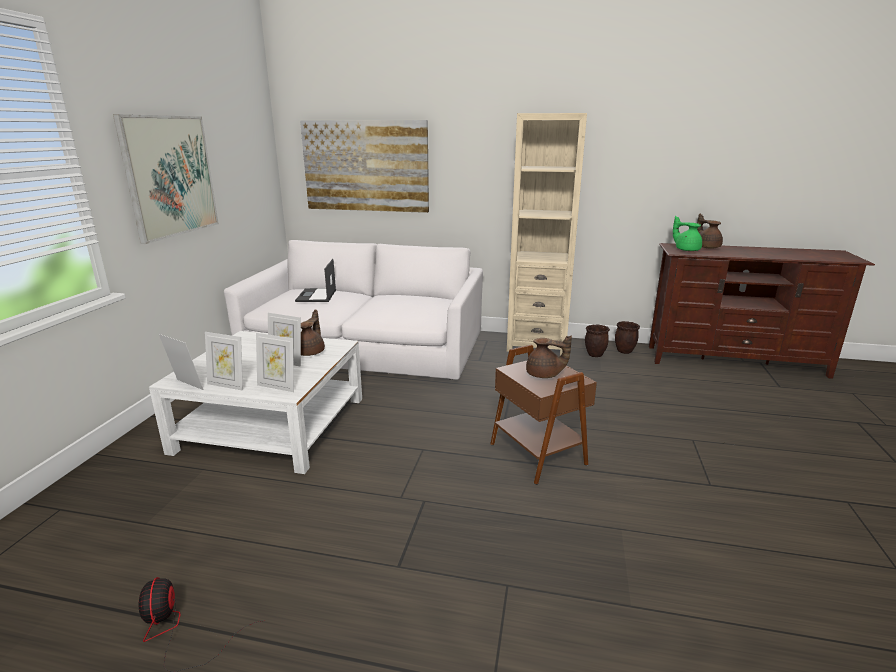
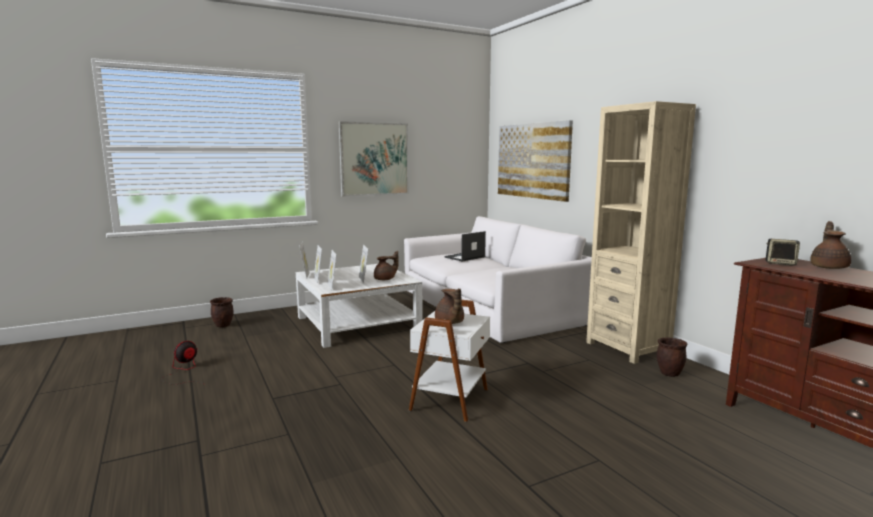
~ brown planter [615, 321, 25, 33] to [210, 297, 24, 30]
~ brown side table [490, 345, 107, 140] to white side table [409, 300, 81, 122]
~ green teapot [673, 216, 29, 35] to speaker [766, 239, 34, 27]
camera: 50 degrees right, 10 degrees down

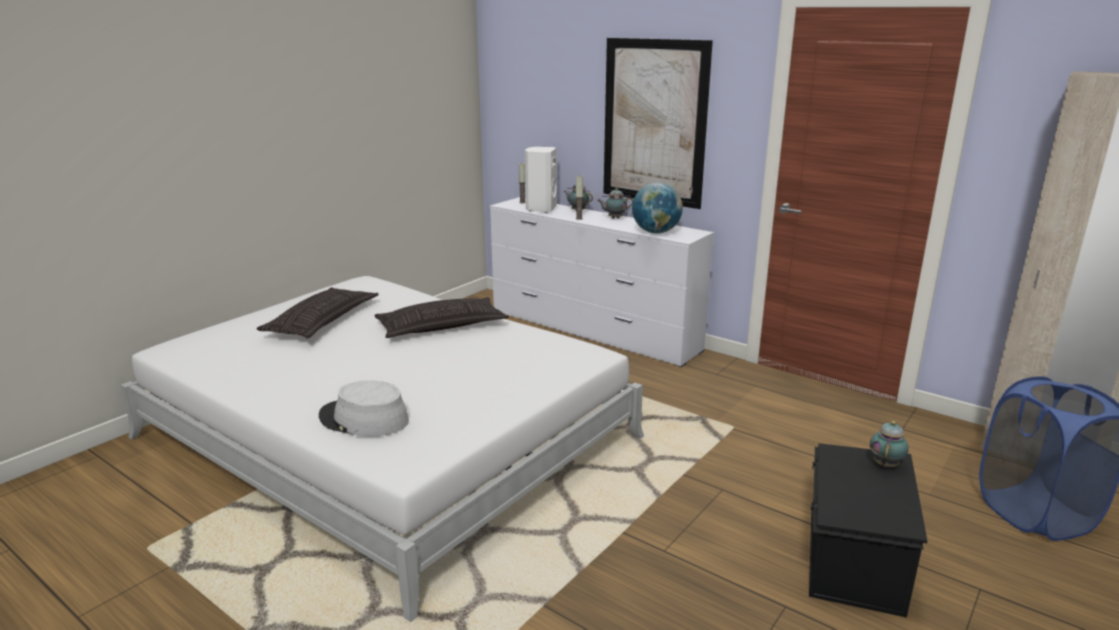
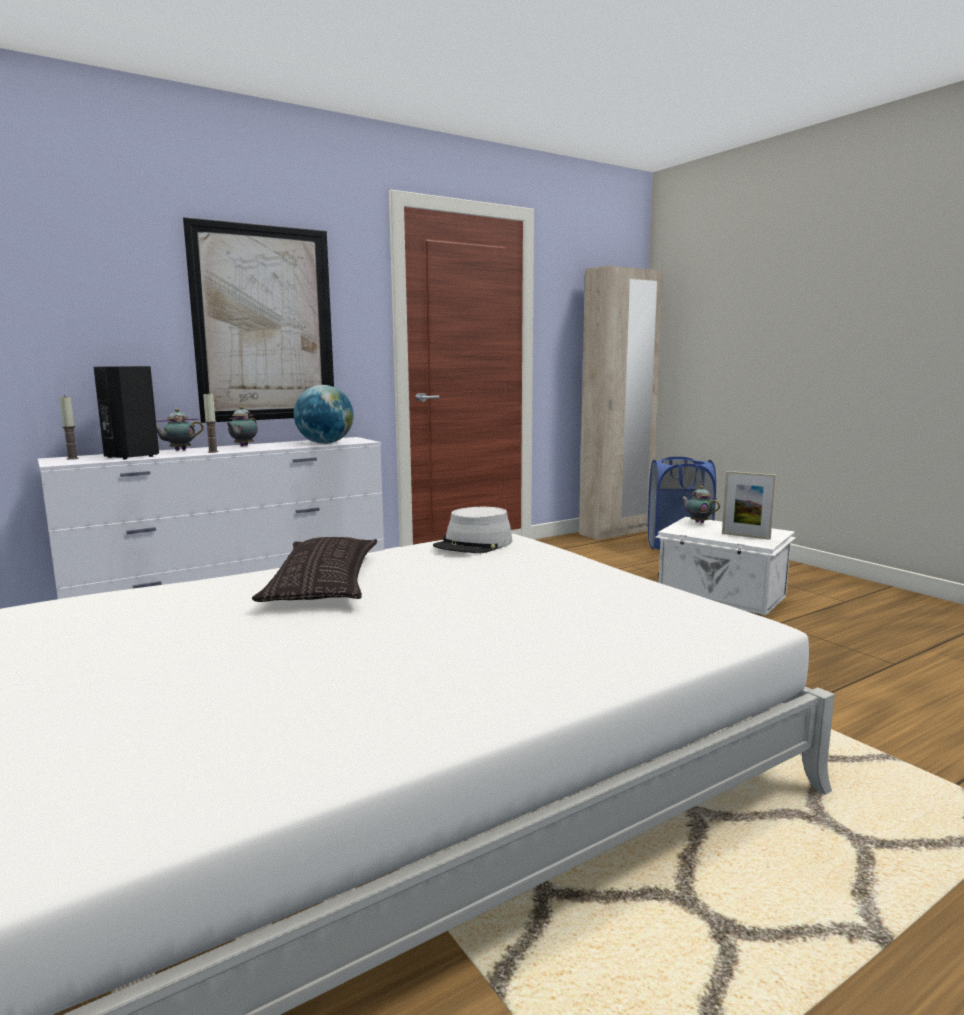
~ white speaker [525, 147, 32, 66] to black speaker [94, 366, 65, 94]
~ grey hat [319, 380, 90, 56] to [433, 507, 80, 46]
~ black storage box [809, 443, 118, 175] to white storage box [655, 517, 141, 98]
+ picture frame [722, 471, 54, 69]
- pillow [256, 287, 122, 52]
camera: 70 degrees left, 10 degrees down

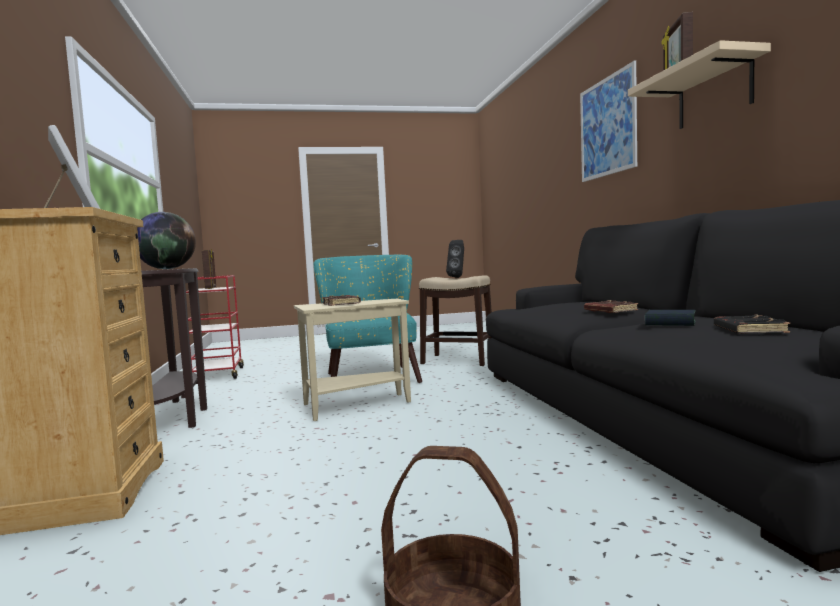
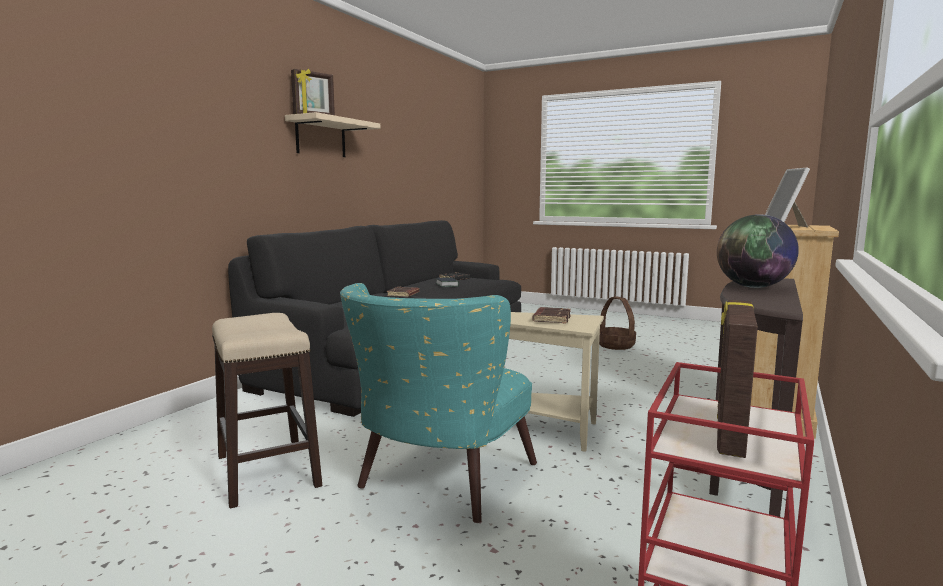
- black speaker [446, 240, 18, 38]
- picture [580, 61, 57, 121]
camera: 140 degrees left, 5 degrees up

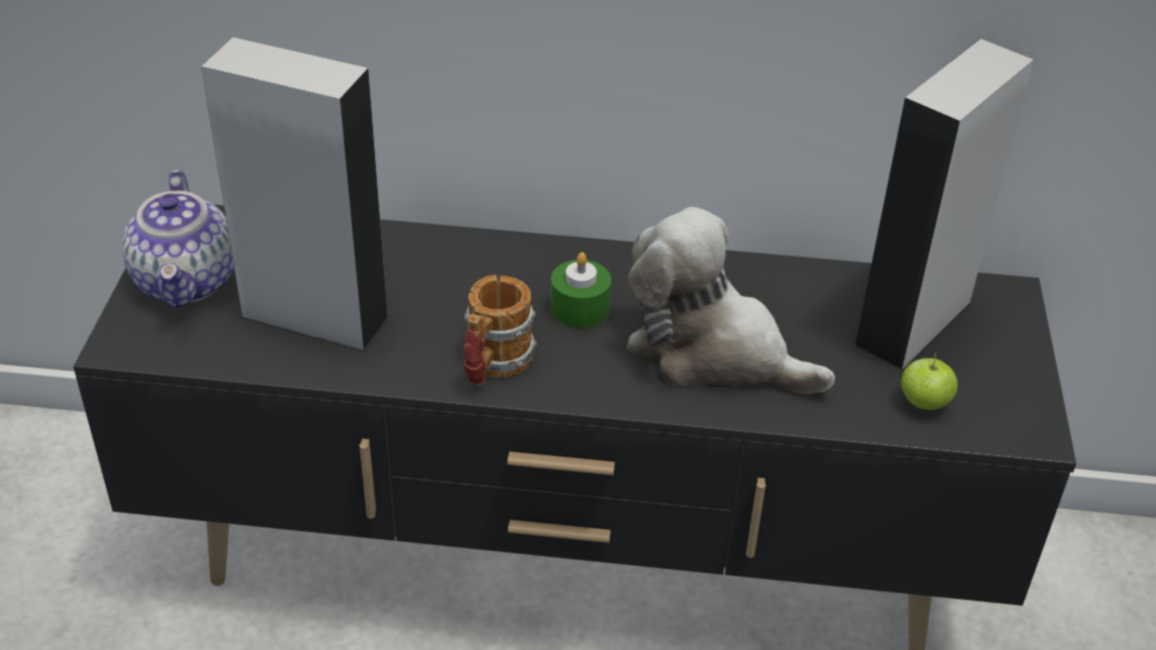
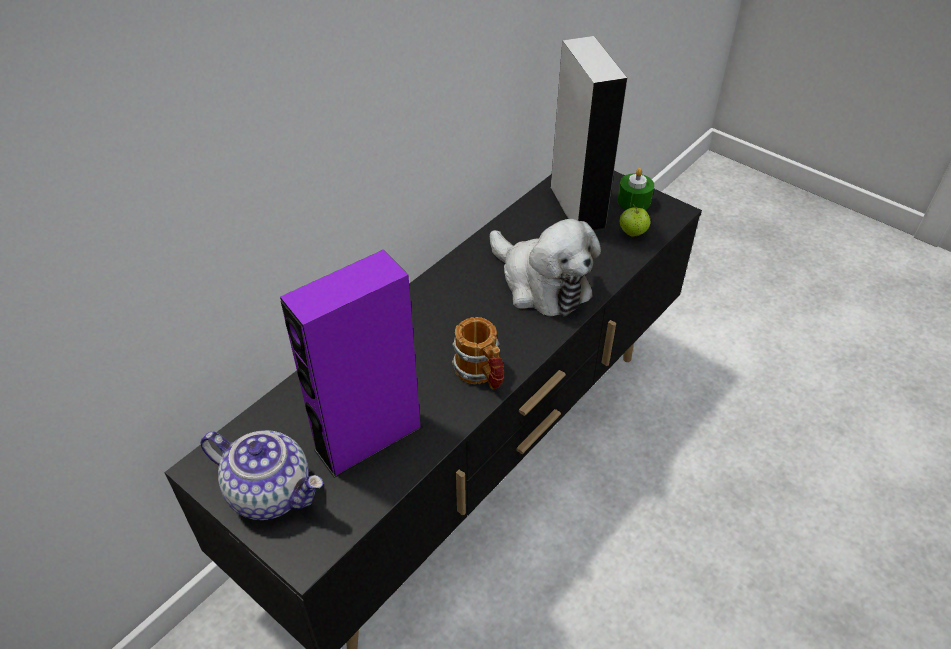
~ grey speaker [201, 37, 190, 316] to purple speaker [280, 249, 143, 229]
~ plush toy [627, 207, 208, 187] = [490, 219, 111, 97] 105 degrees counterclockwise
~ green candle [551, 252, 60, 76] to [617, 168, 37, 42]
camera: 55 degrees left, 5 degrees up

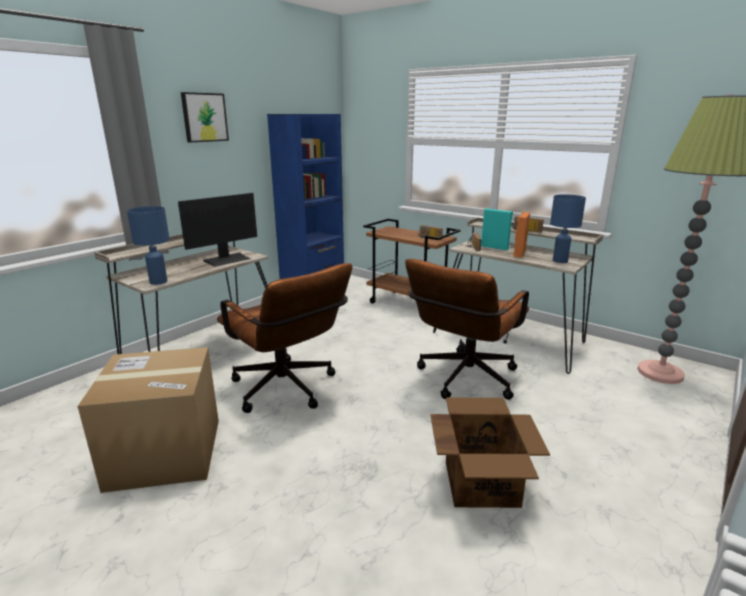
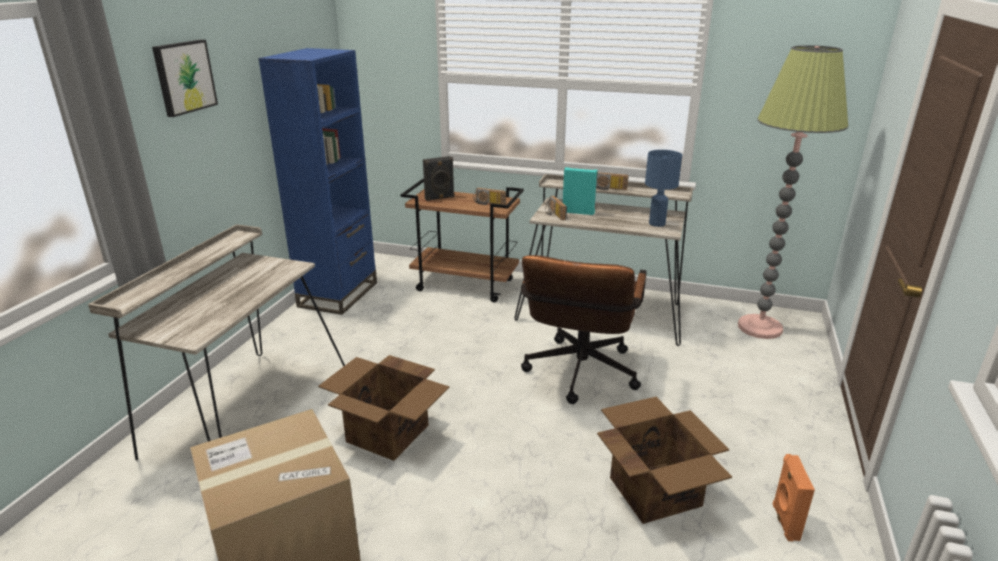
~ brown office chair [217, 263, 135, 150] to cardboard box [318, 355, 131, 106]
+ black speaker [423, 156, 31, 45]
~ orange speaker [514, 212, 16, 45] to [773, 454, 42, 87]
- blue table lamp [127, 206, 43, 79]
- monitor [178, 193, 79, 74]
camera: 20 degrees left, 5 degrees up

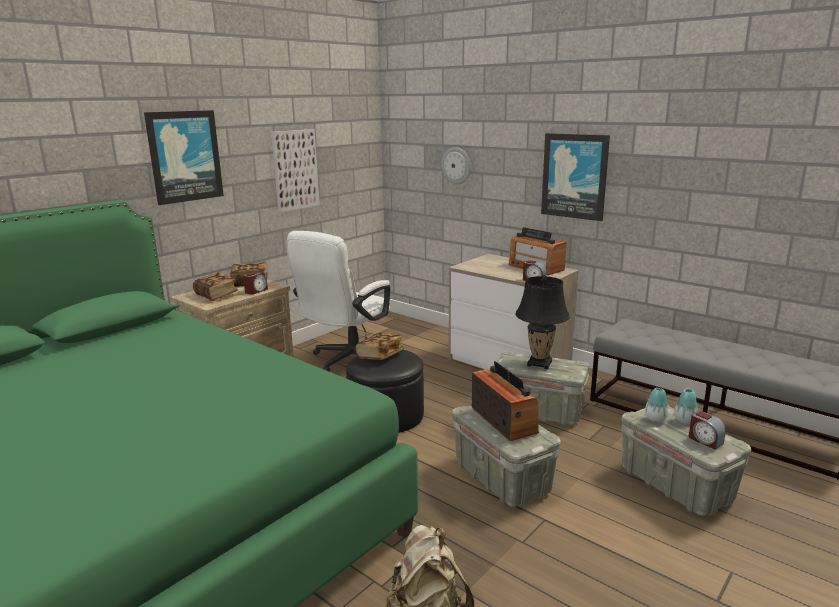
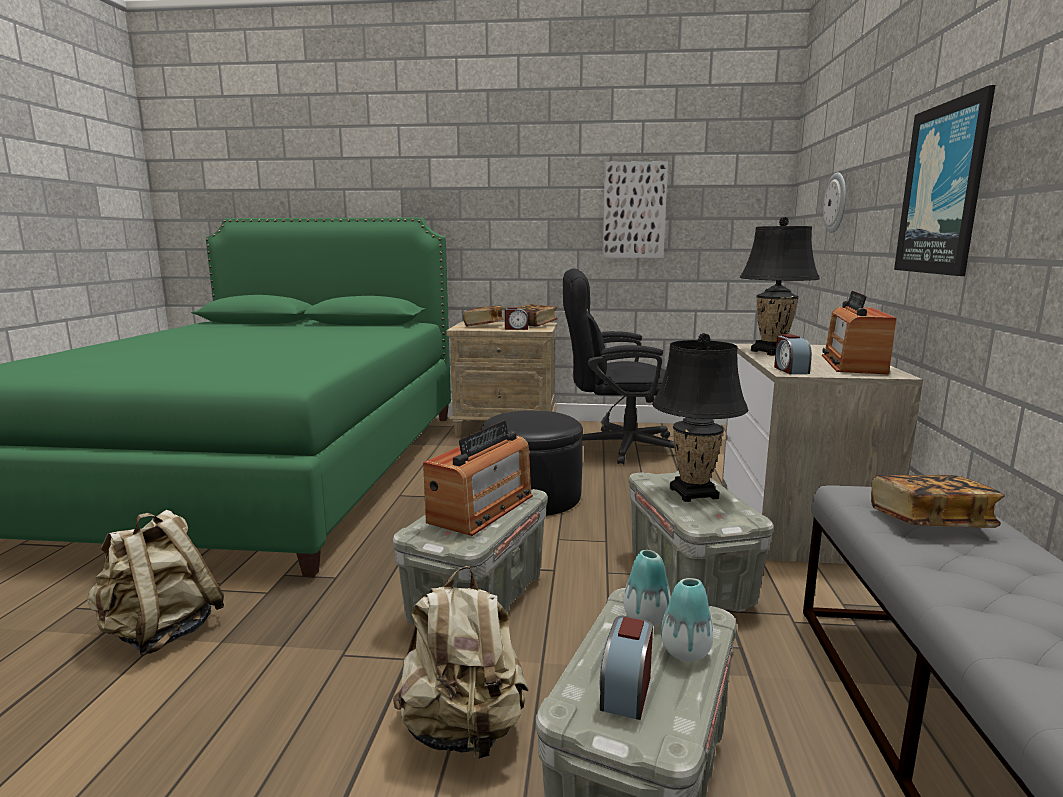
+ beige backpack [393, 566, 135, 196]
~ white office chair [287, 231, 103, 141] to black office chair [563, 268, 111, 196]
+ black table lamp [740, 217, 80, 139]
~ book [356, 332, 48, 28] to [871, 475, 134, 53]
- picture [144, 110, 80, 95]
camera: 55 degrees right, 5 degrees down

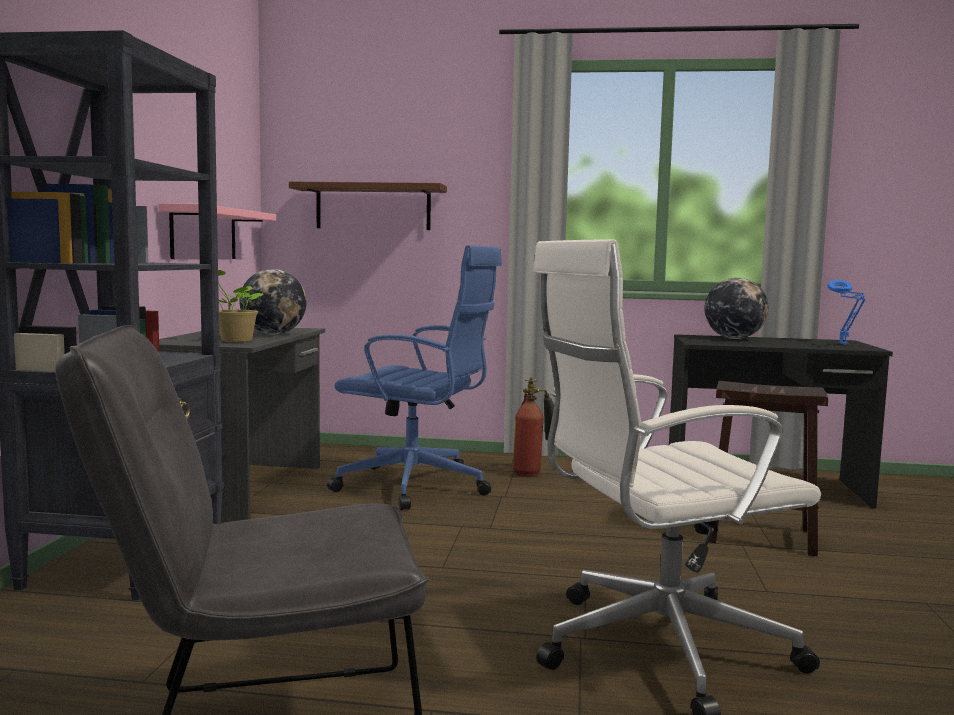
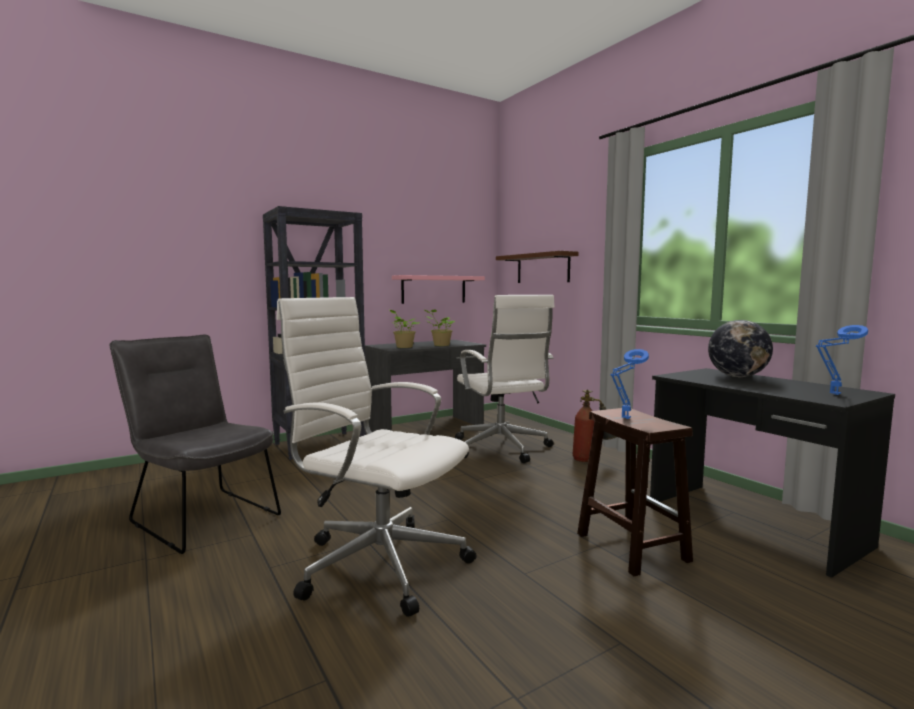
~ globe [239, 269, 67, 65] to potted plant [423, 309, 32, 37]
~ blue office chair [327, 245, 175, 265] to white office chair [455, 295, 100, 168]
+ blue table lamp [610, 349, 39, 70]
camera: 50 degrees right, 0 degrees up

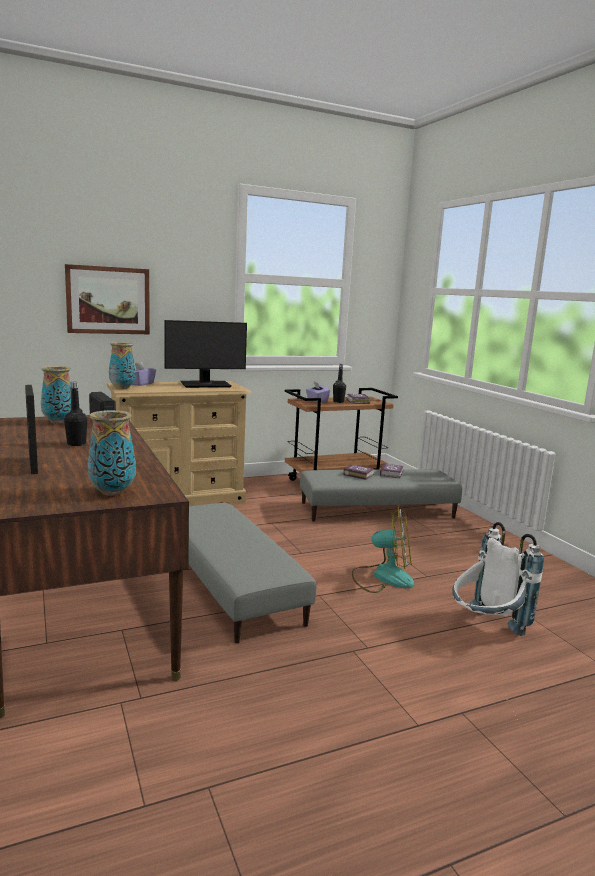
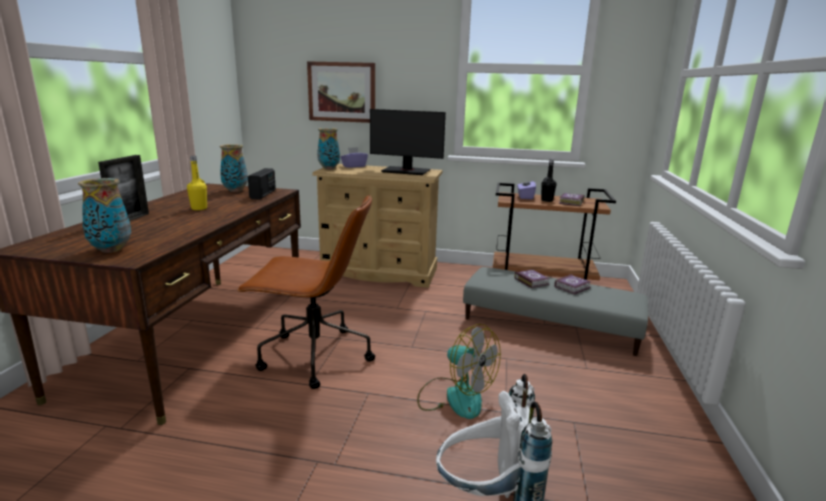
~ black bottle [64, 382, 23, 64] to yellow bottle [187, 156, 20, 54]
~ grey ottoman [188, 503, 129, 140] to brown office chair [237, 194, 138, 195]
camera: 35 degrees right, 5 degrees up

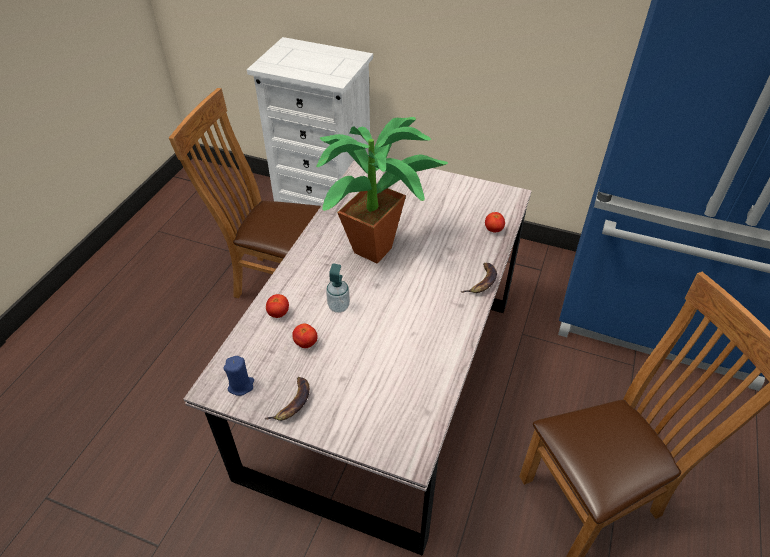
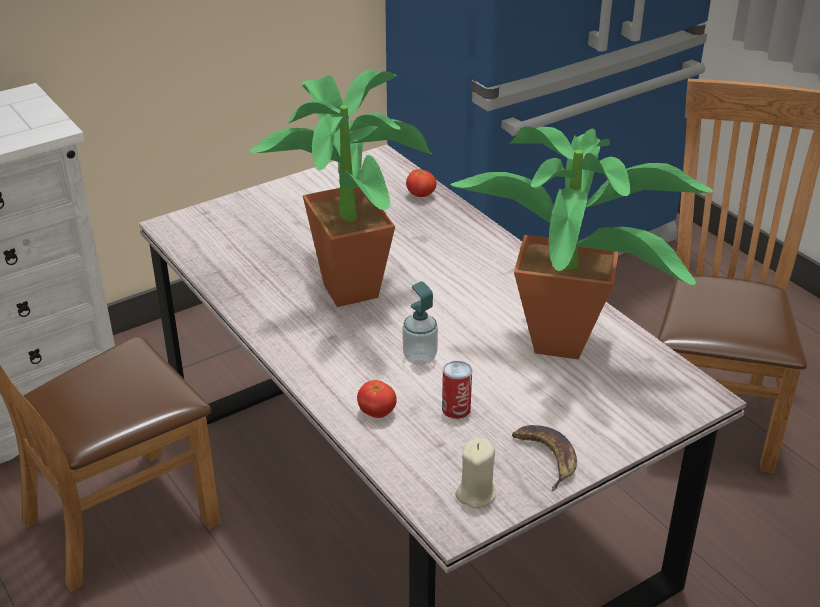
~ tomato [292, 323, 26, 25] to can [442, 361, 30, 58]
+ potted plant [450, 127, 263, 233]
~ blue candle [224, 356, 30, 40] to beige candle [455, 438, 41, 71]
- banana [460, 263, 37, 30]
camera: 55 degrees left, 10 degrees down

